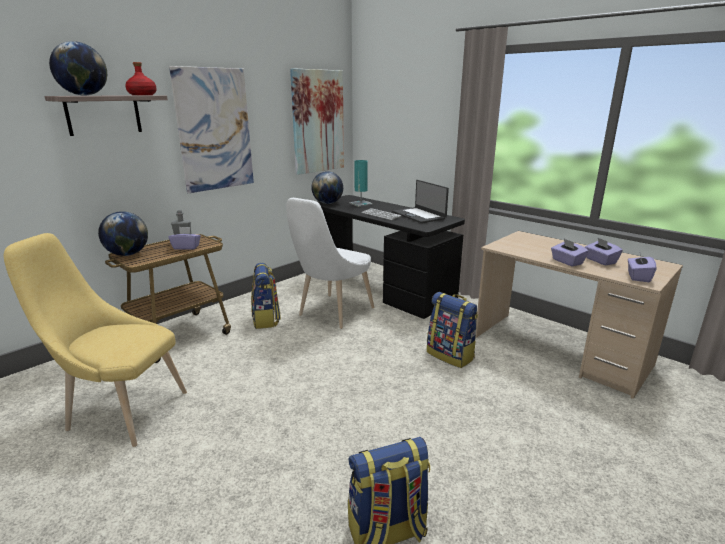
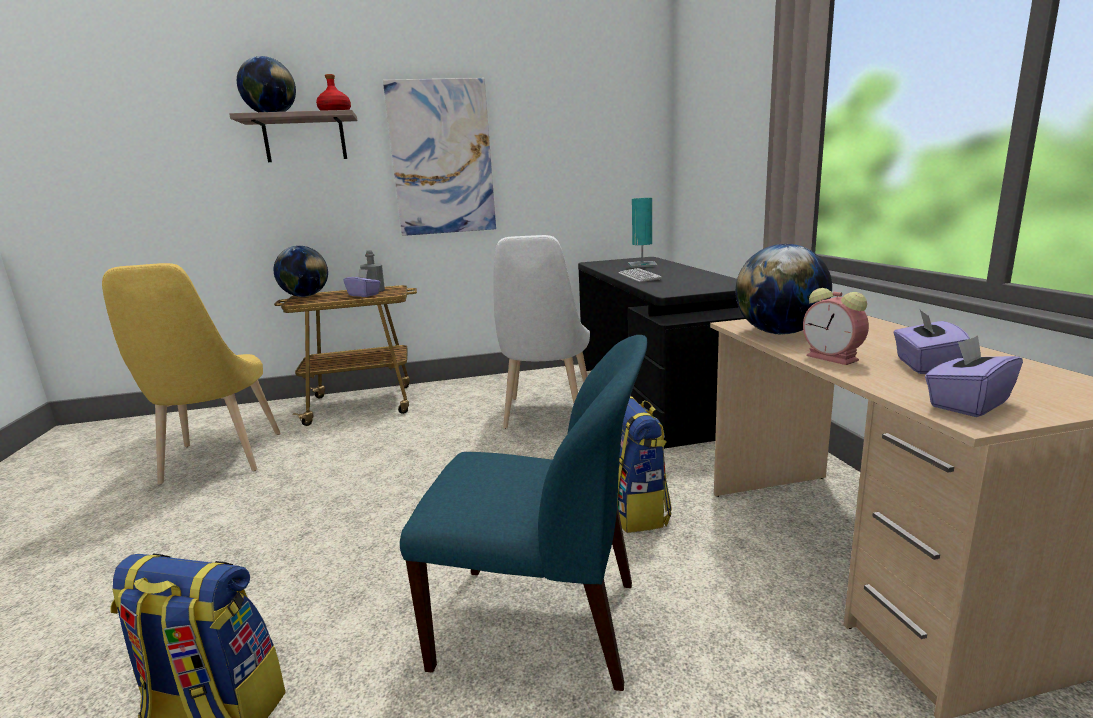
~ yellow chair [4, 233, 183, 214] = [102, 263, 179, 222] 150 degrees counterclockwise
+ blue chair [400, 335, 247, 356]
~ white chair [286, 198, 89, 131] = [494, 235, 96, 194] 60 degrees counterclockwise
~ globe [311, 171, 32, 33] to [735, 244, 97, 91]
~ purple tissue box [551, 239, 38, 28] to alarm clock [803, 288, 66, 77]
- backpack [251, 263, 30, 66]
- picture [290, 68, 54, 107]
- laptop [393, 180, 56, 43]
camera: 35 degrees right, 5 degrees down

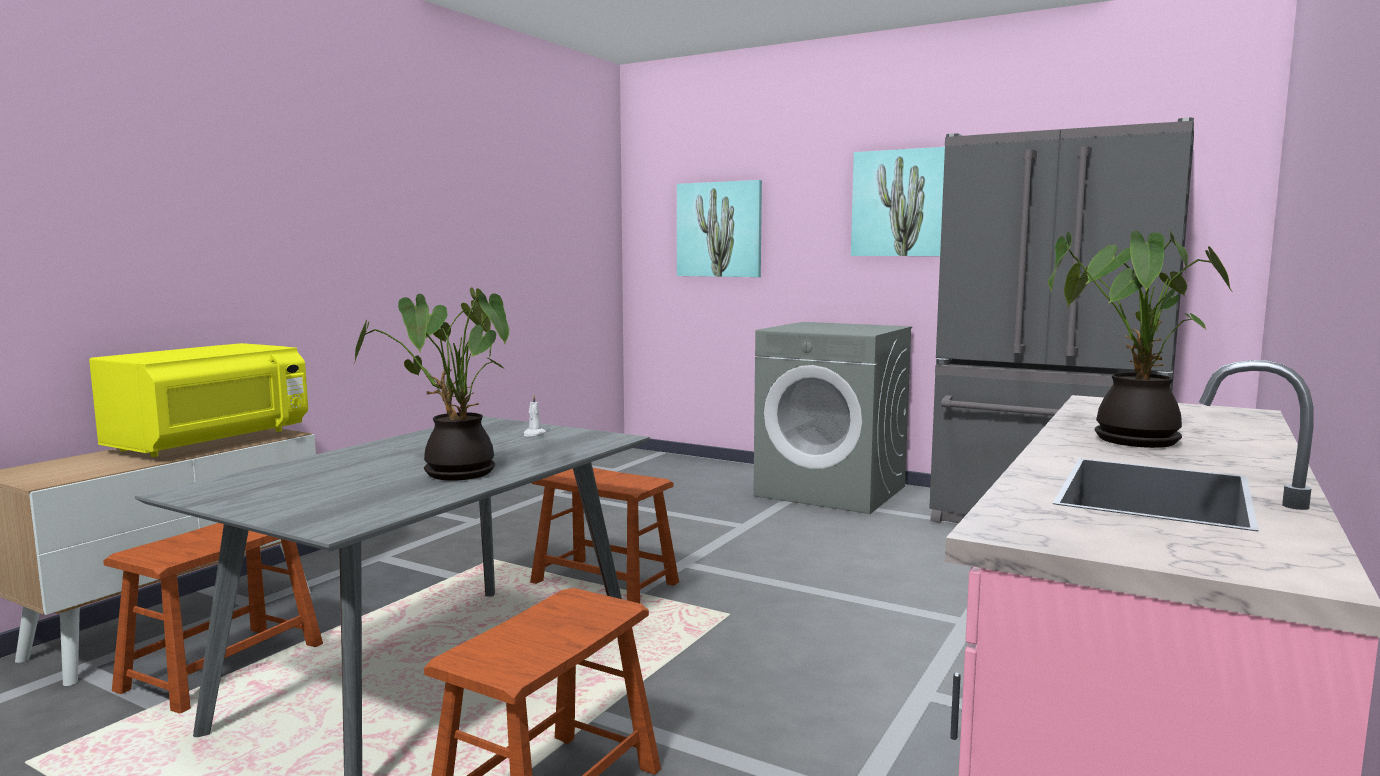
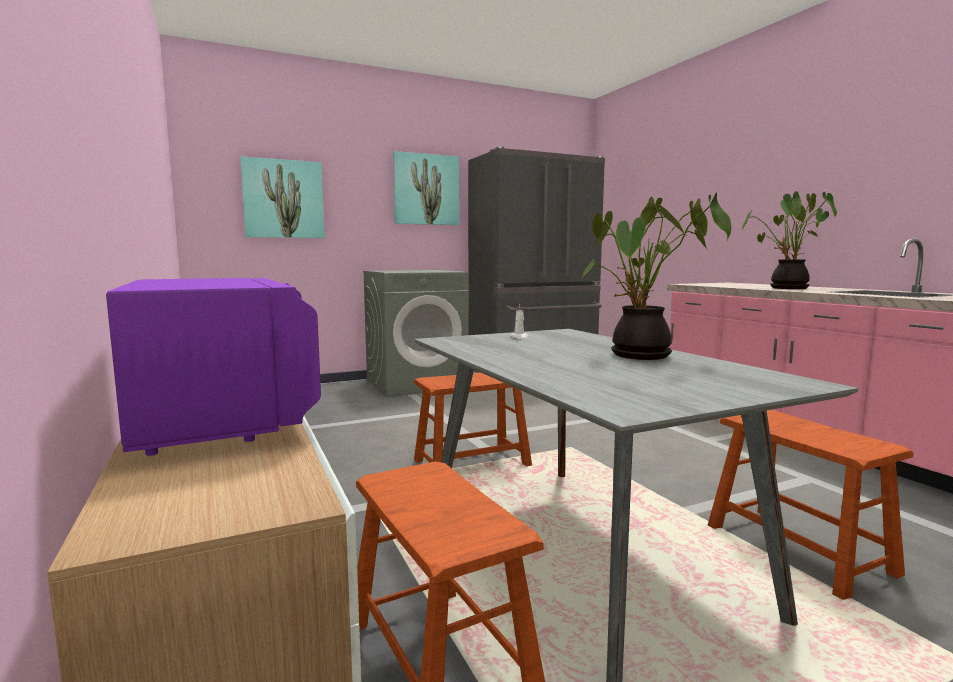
~ yellow microwave [89, 343, 219, 114] to purple microwave [106, 278, 215, 178]
camera: 55 degrees left, 0 degrees up

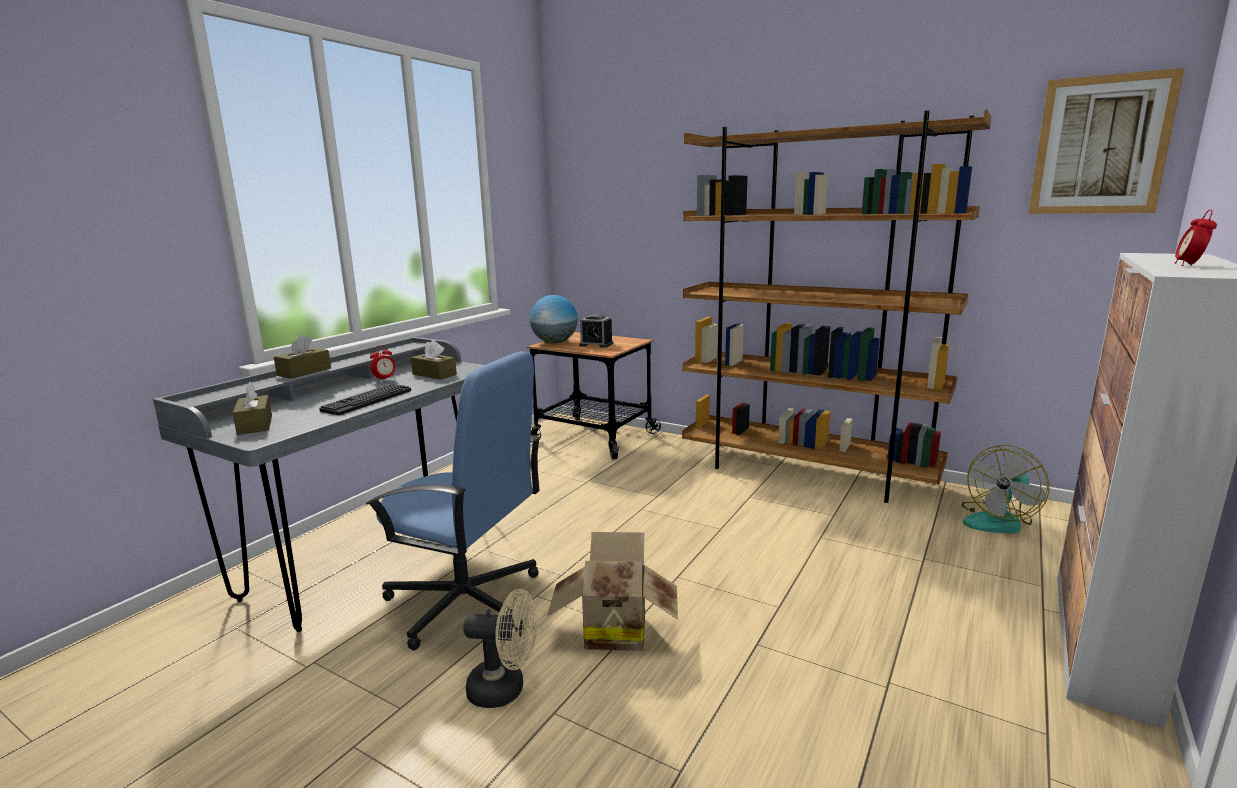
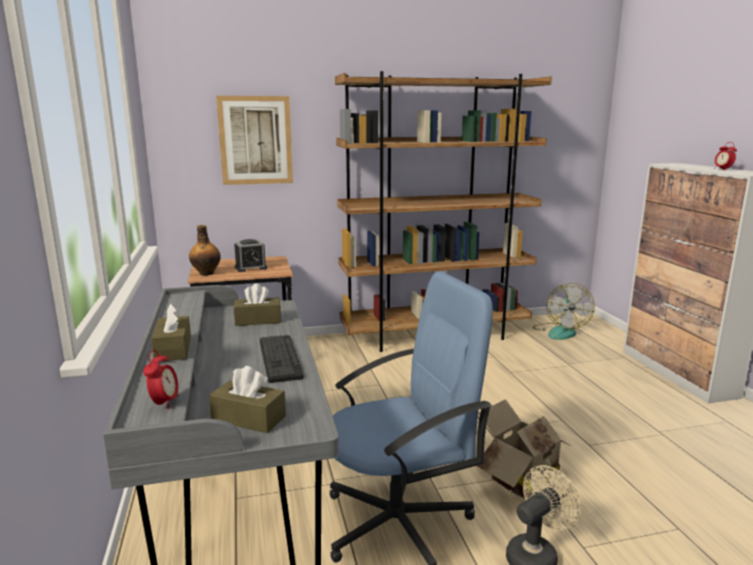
~ alarm clock [370, 345, 25, 37] to [143, 350, 36, 59]
~ globe [530, 295, 48, 48] to bottle [189, 225, 32, 50]
~ picture [1028, 68, 156, 146] to [216, 96, 77, 89]
camera: 45 degrees left, 0 degrees up

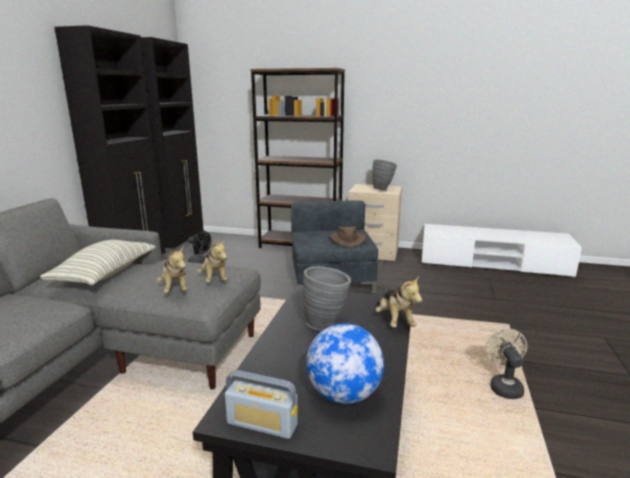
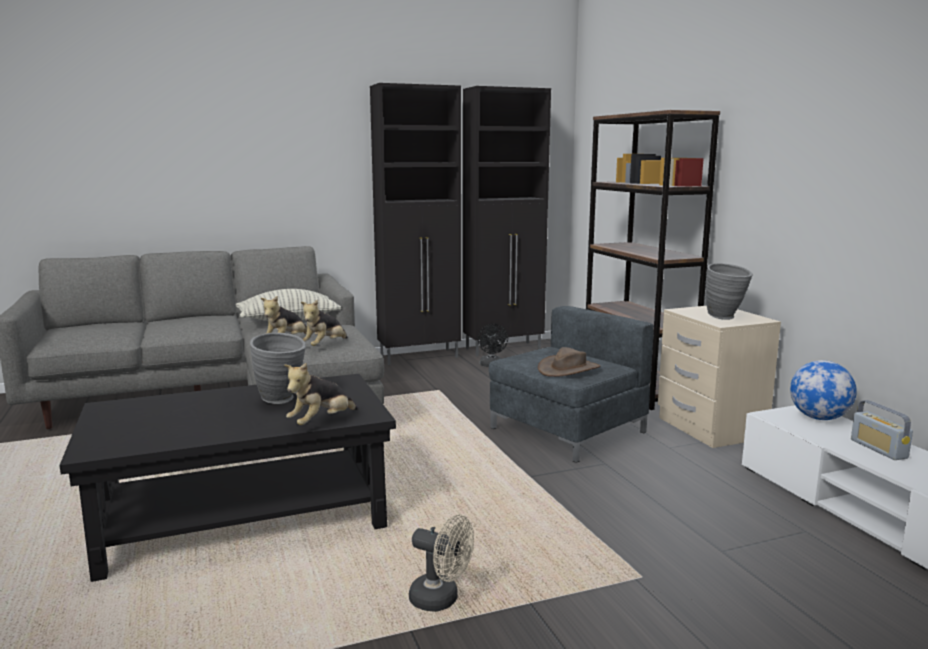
~ beige fan [485, 329, 42, 70] = [409, 515, 65, 97] 60 degrees clockwise
~ globe [306, 323, 78, 81] to [790, 360, 67, 60]
~ radio [225, 370, 73, 69] to [851, 400, 62, 60]
camera: 55 degrees right, 5 degrees down

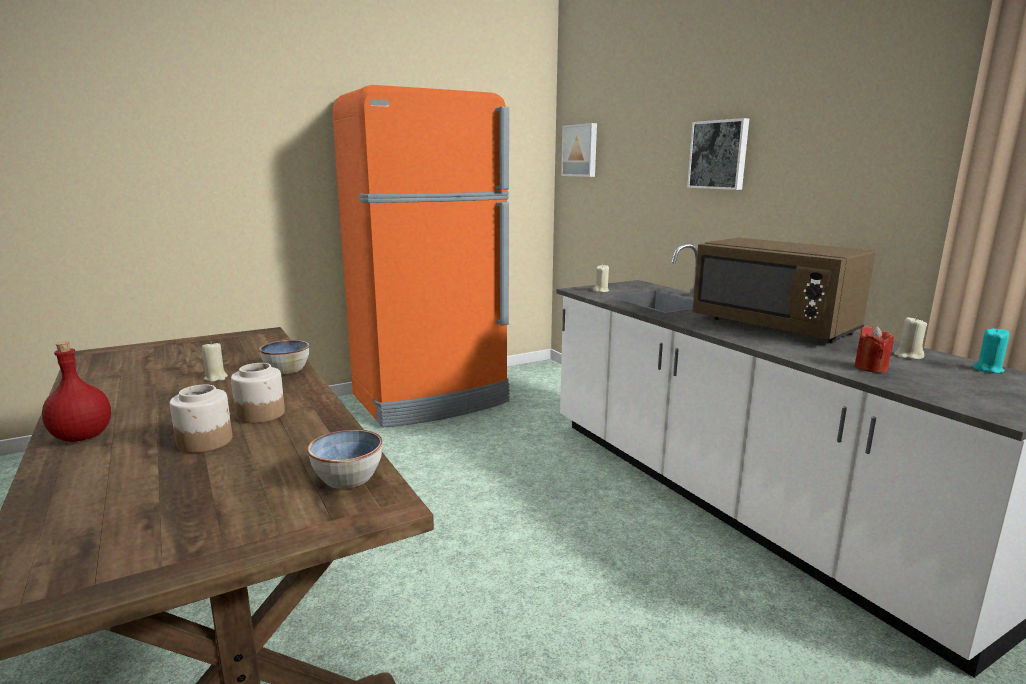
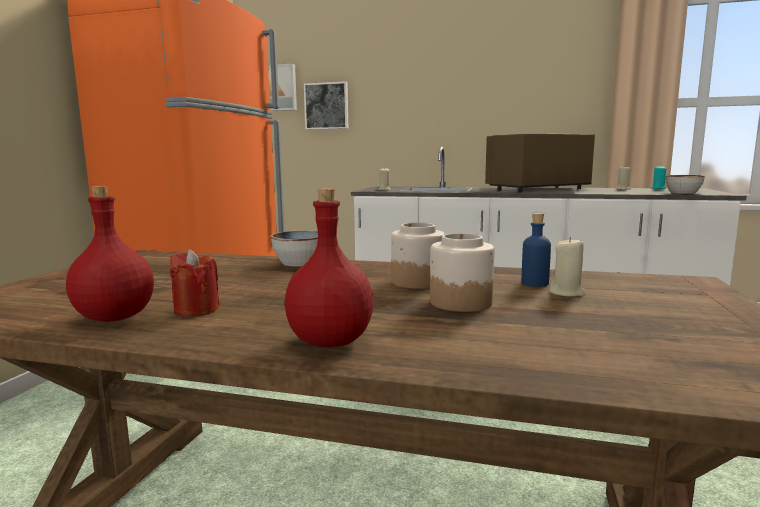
+ red bottle [66, 186, 88, 136]
~ red candle [855, 326, 39, 47] to [170, 249, 50, 68]
~ picture [687, 118, 62, 72] to [304, 81, 44, 49]
~ brown microwave [692, 238, 183, 105] = [485, 133, 110, 59] 150 degrees clockwise
+ blue bottle [521, 213, 30, 74]
~ beige candle [202, 341, 26, 41] to [550, 237, 36, 59]
~ bowl [308, 429, 75, 60] to [665, 175, 40, 19]
camera: 45 degrees left, 5 degrees down

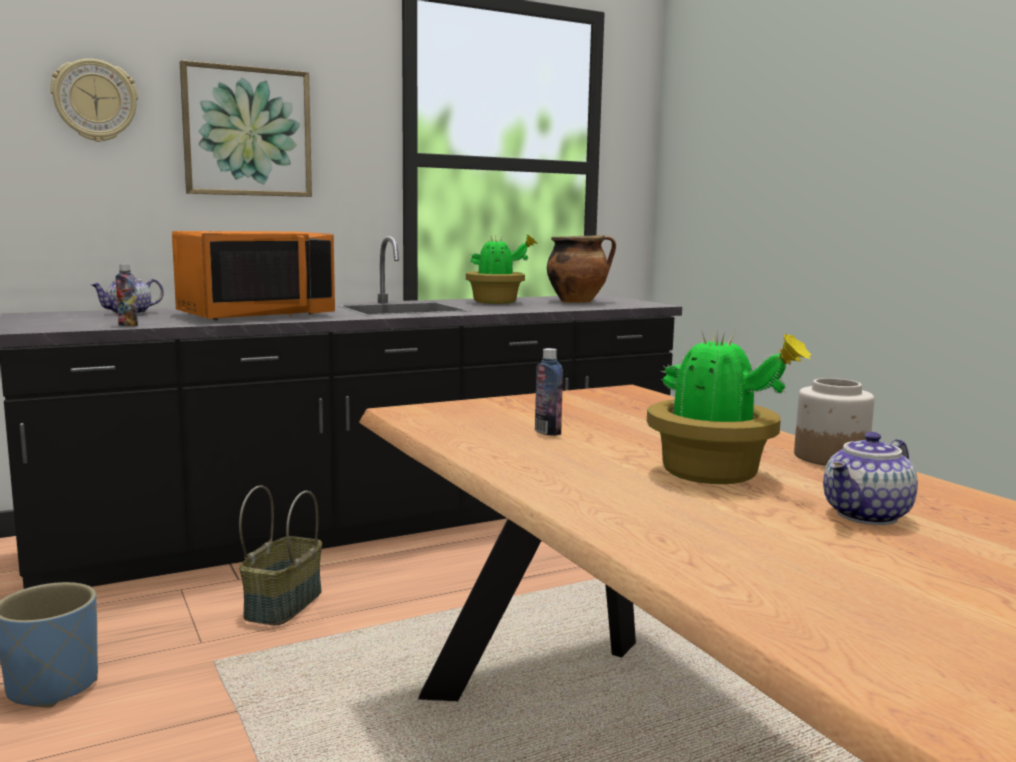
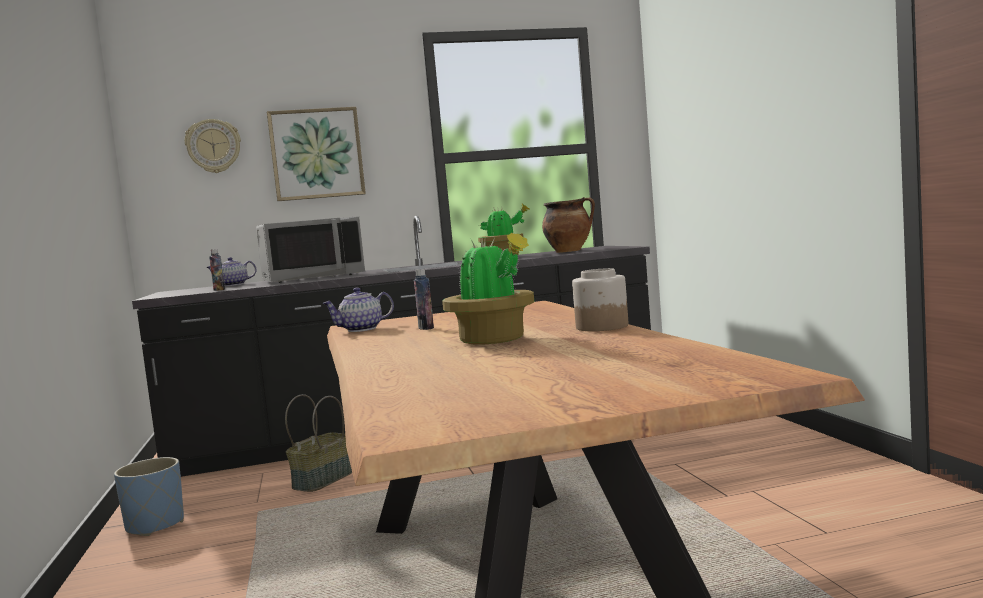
~ orange microwave [172, 231, 163, 89] to grey microwave [256, 216, 109, 67]
~ teapot [823, 432, 95, 93] to [322, 287, 72, 45]
camera: 15 degrees right, 5 degrees down

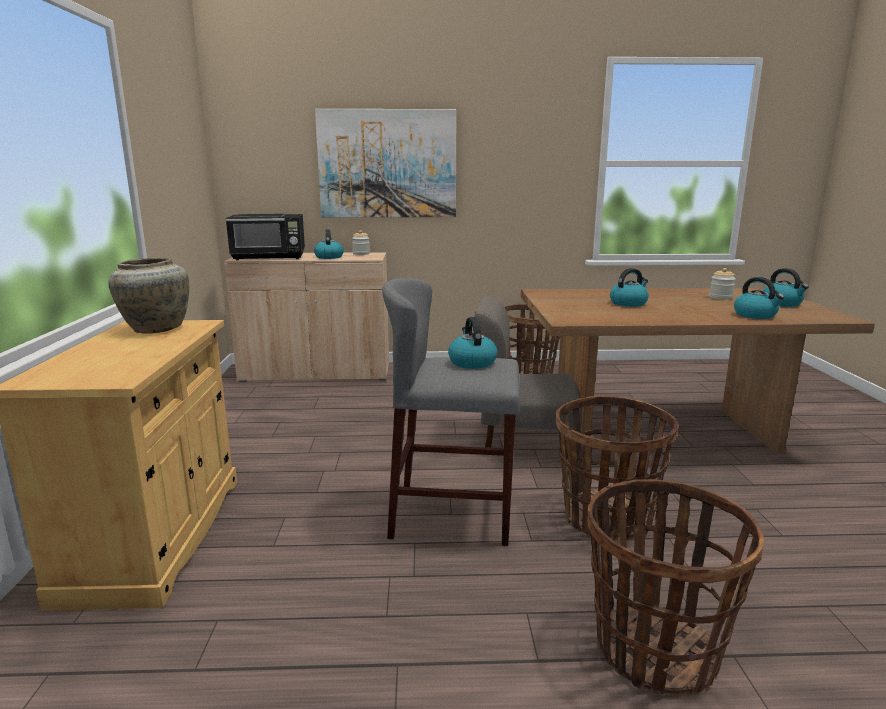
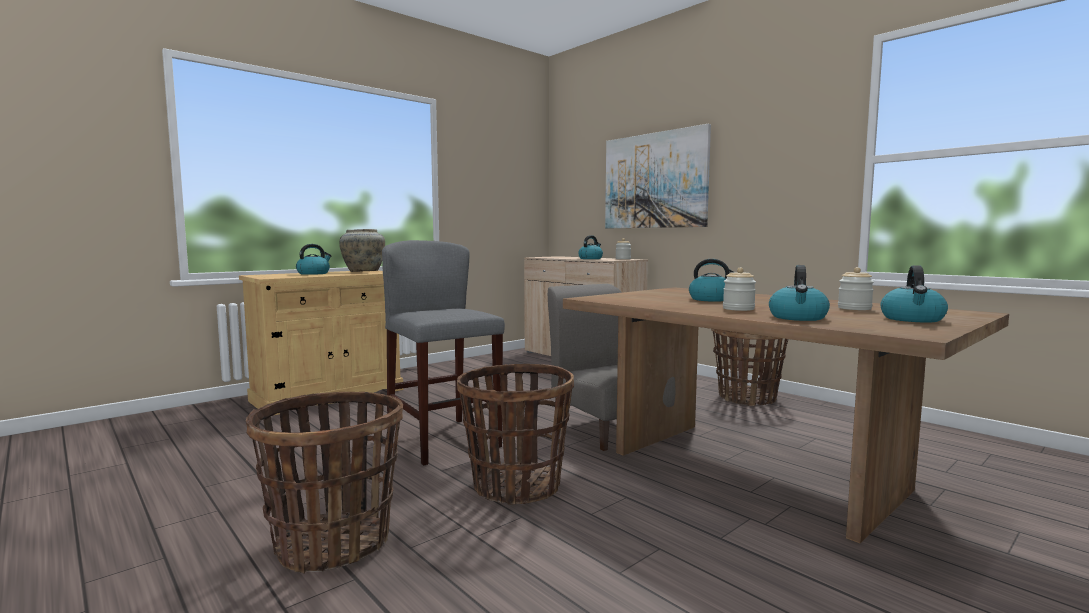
~ kettle [448, 317, 49, 52] to [296, 244, 36, 31]
+ jar [723, 268, 33, 43]
- black microwave [226, 214, 79, 46]
camera: 50 degrees right, 10 degrees down

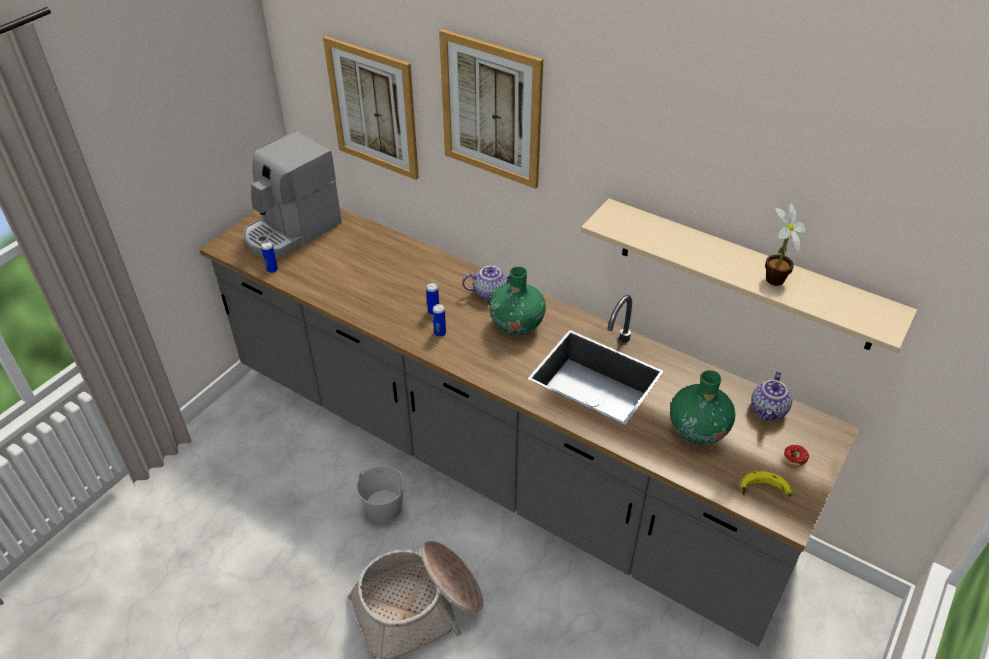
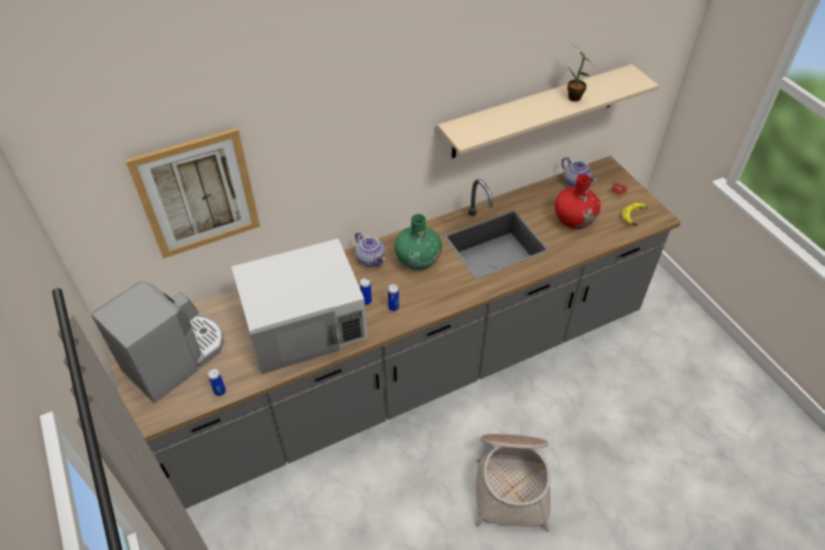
~ coffee machine [244, 131, 98, 126] = [91, 282, 133, 121] 120 degrees counterclockwise
+ white microwave [232, 238, 136, 136]
~ teapot [462, 266, 48, 34] = [355, 232, 30, 35] 120 degrees clockwise
~ green vase [670, 370, 65, 75] to red vase [555, 174, 46, 55]
- white bucket [356, 465, 49, 58]
- picture [439, 29, 104, 160]
camera: 60 degrees left, 5 degrees up

